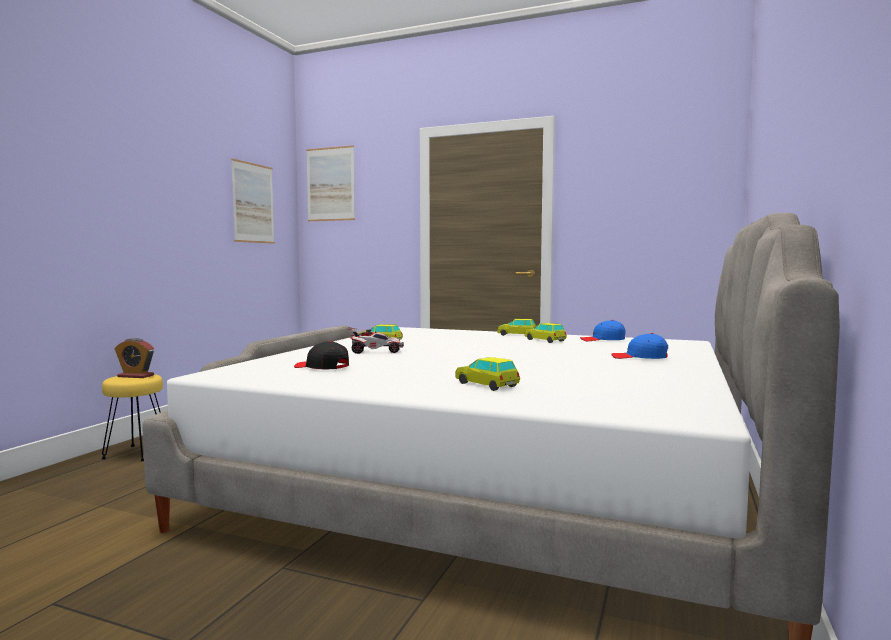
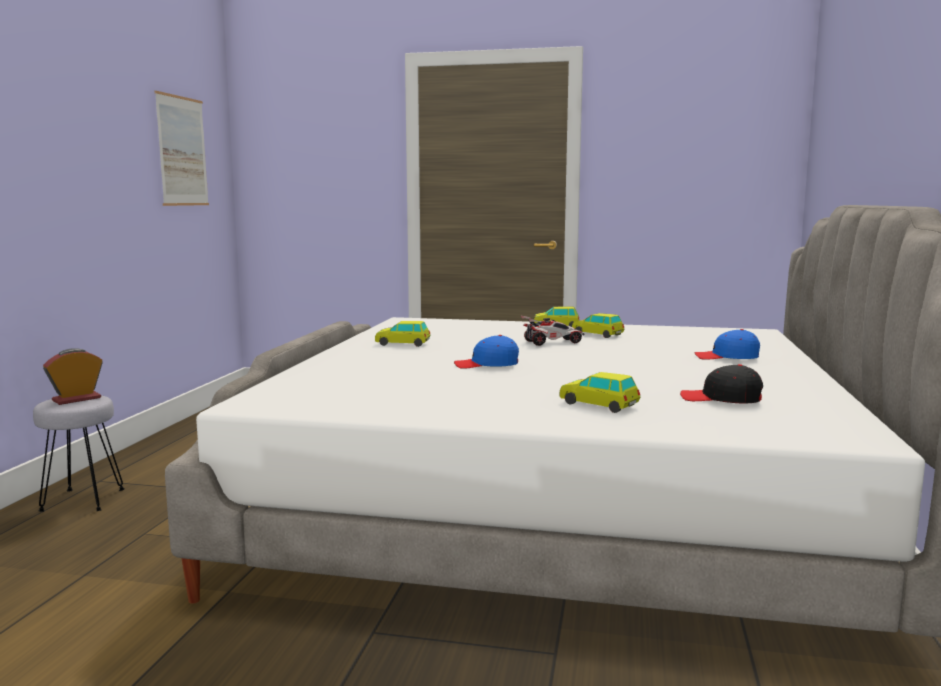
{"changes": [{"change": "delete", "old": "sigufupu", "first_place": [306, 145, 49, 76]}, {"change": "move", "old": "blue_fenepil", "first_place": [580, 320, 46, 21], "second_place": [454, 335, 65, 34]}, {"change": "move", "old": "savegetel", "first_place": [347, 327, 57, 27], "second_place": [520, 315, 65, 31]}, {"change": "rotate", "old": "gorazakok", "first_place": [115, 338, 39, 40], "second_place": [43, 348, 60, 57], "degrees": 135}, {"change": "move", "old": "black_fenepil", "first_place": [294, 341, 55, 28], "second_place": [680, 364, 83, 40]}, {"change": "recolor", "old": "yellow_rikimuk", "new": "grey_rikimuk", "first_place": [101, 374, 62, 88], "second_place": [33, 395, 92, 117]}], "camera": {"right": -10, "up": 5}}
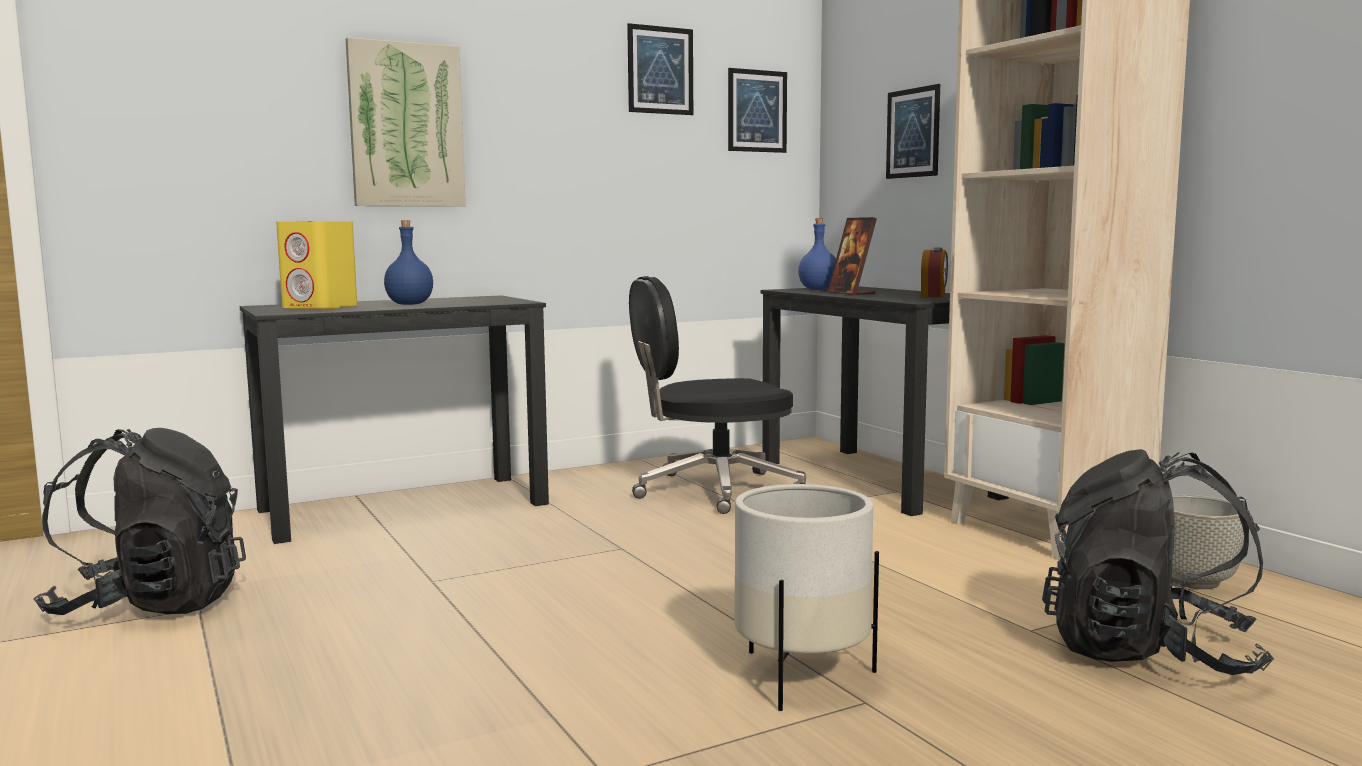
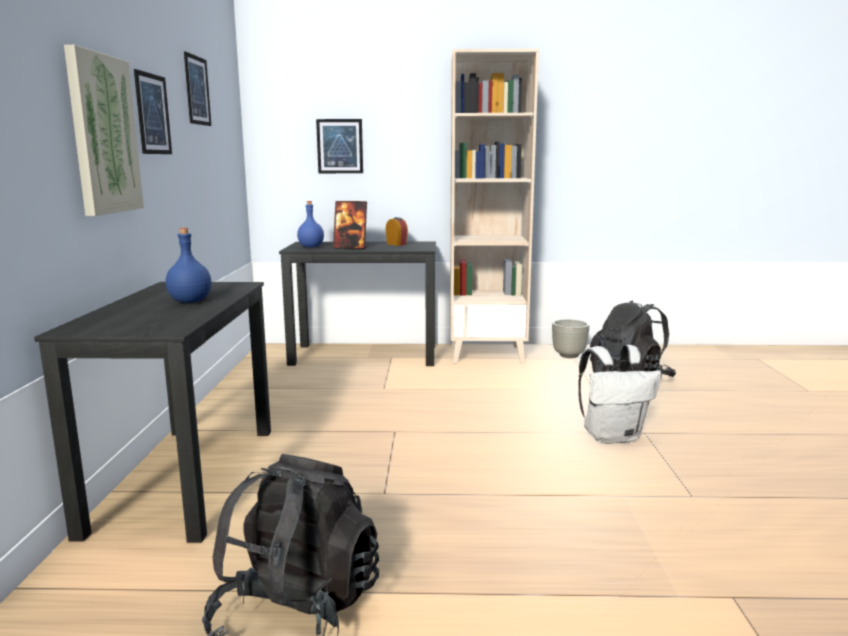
{"changes": [{"change": "move", "old": "sigufupu", "first_place": [728, 68, 59, 85], "second_place": [134, 69, 38, 85]}, {"change": "delete", "old": "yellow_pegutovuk", "first_place": [276, 221, 81, 89]}, {"change": "delete", "old": "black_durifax", "first_place": [629, 276, 177, 238]}, {"change": "replace", "old": "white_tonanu", "new": "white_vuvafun", "first_place": [734, 484, 145, 227], "second_place": [578, 345, 83, 99]}], "camera": {"right": -60, "up": 5}}
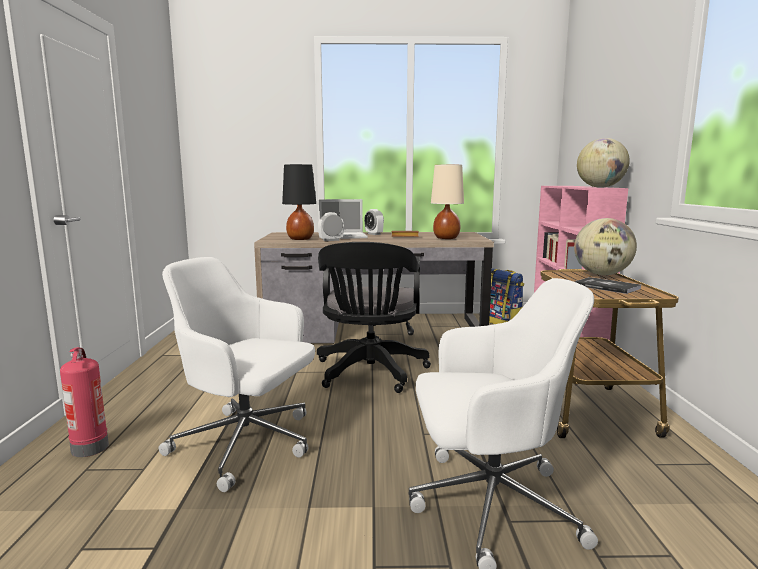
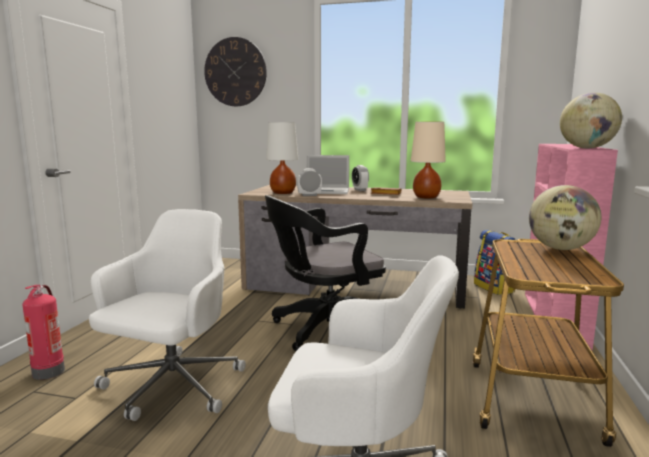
{"changes": [{"change": "recolor", "old": "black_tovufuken", "new": "white_tovufuken", "first_place": [282, 164, 34, 76], "second_place": [266, 122, 32, 72]}, {"change": "rotate", "old": "black_durifax", "first_place": [317, 242, 114, 151], "second_place": [265, 195, 121, 156], "degrees": 45}, {"change": "rotate", "old": "white_durifax", "first_place": [159, 257, 156, 235], "second_place": [89, 209, 157, 212], "degrees": 75}, {"change": "delete", "old": "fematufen", "first_place": [574, 277, 67, 17]}, {"change": "insert", "new": "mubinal", "second_place": [204, 37, 63, 69]}], "camera": {"right": 15, "up": 0}}
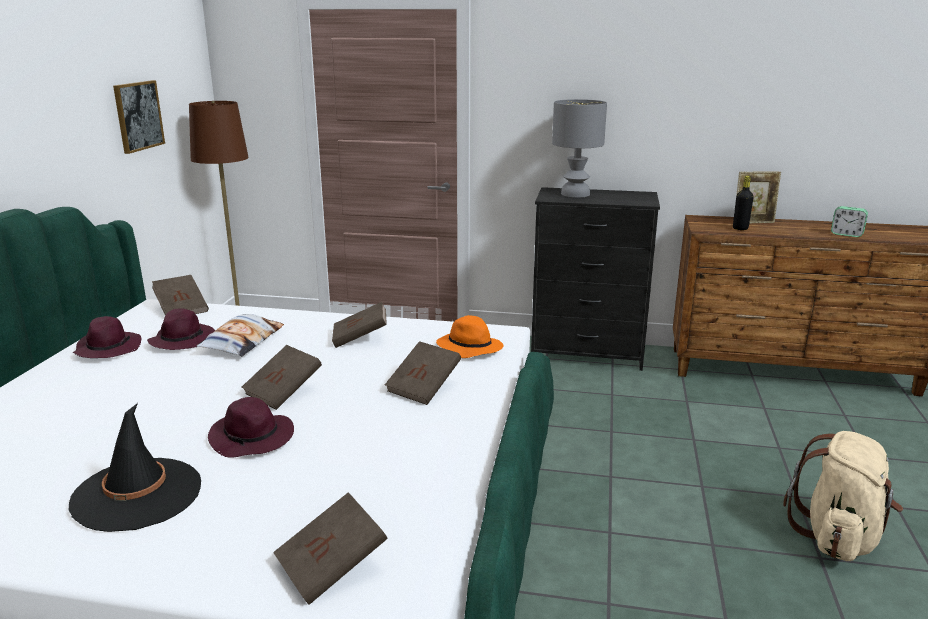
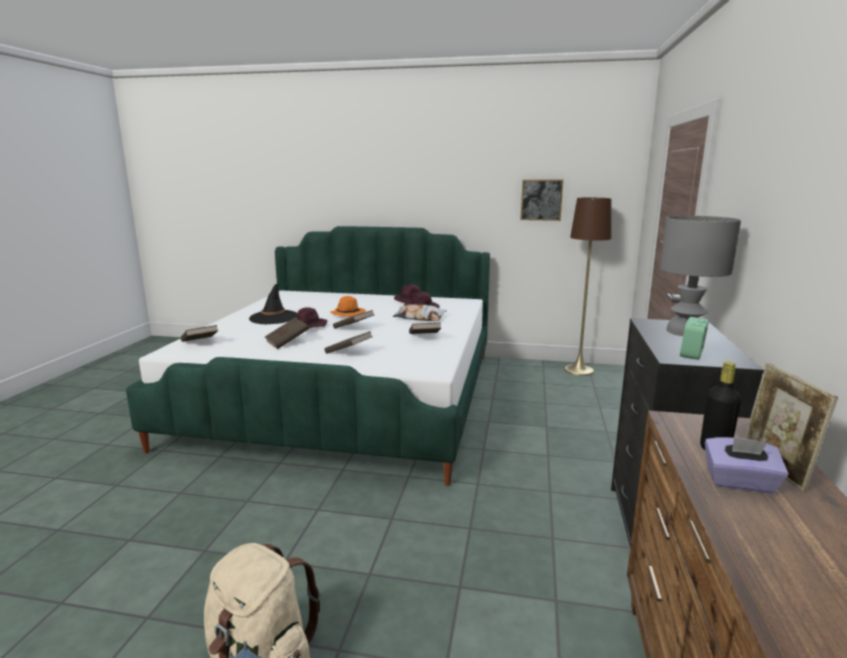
{"changes": [{"change": "move", "old": "gorazakok", "first_place": [831, 206, 37, 31], "second_place": [680, 317, 29, 43]}, {"change": "move", "old": "brown_fematufen", "first_place": [152, 275, 57, 40], "second_place": [265, 318, 44, 31]}, {"change": "move", "old": "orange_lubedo", "first_place": [436, 315, 68, 43], "second_place": [330, 296, 36, 21]}, {"change": "insert", "new": "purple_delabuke", "second_place": [705, 437, 83, 57]}], "camera": {"right": 90, "up": -5}}
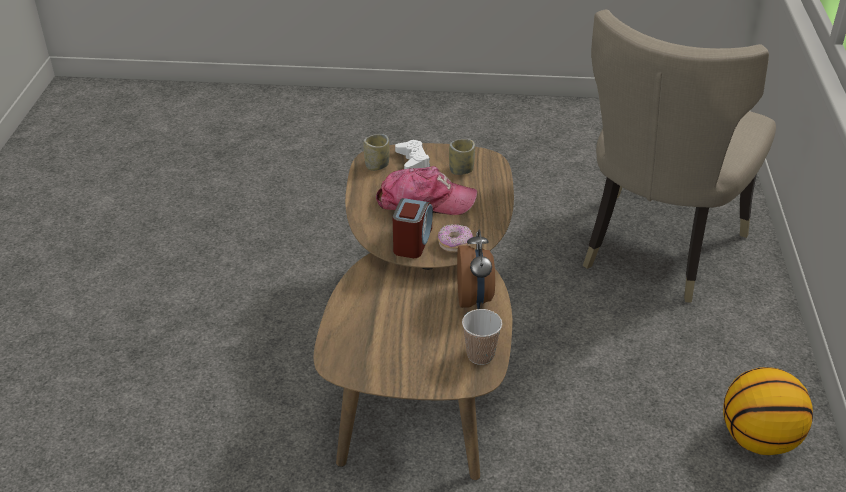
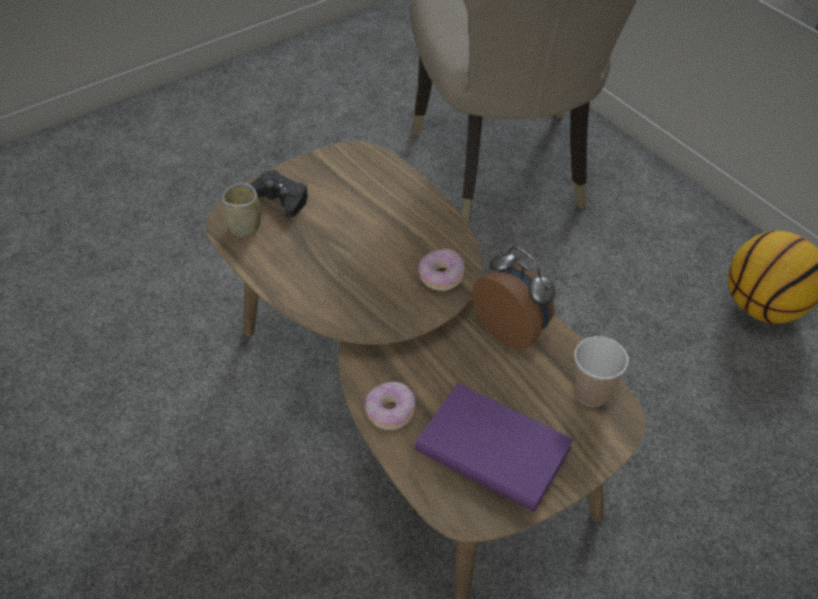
{"changes": [{"change": "delete", "old": "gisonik", "first_place": [449, 139, 26, 36]}, {"change": "recolor", "old": "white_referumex", "new": "black_referumex", "first_place": [395, 140, 35, 29], "second_place": [250, 170, 58, 47]}, {"change": "delete", "old": "fenepil", "first_place": [376, 166, 101, 49]}, {"change": "delete", "old": "gorazakok", "first_place": [393, 198, 40, 60]}, {"change": "insert", "new": "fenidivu", "second_place": [365, 382, 50, 48]}, {"change": "insert", "new": "purple_fematufen", "second_place": [414, 383, 160, 129]}], "camera": {"right": -40, "up": 10}}
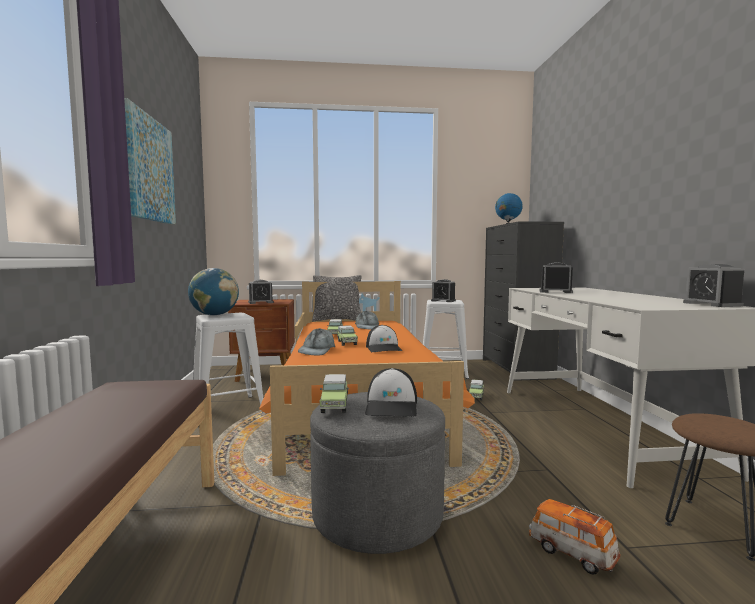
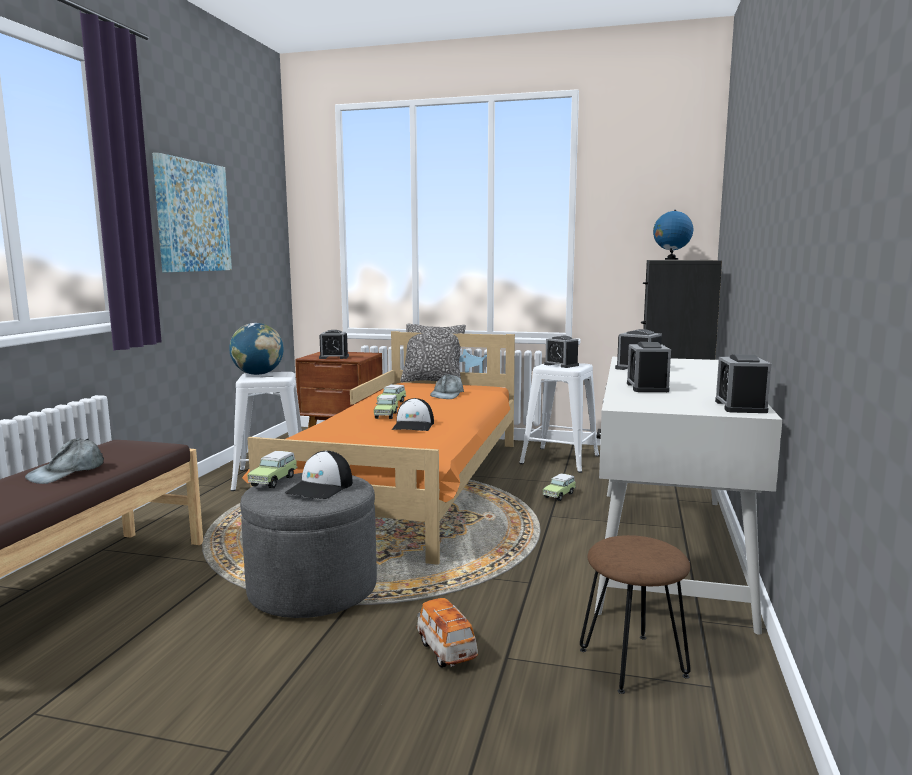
{"changes": [{"change": "move", "old": "grey_fenepil", "first_place": [298, 328, 37, 27], "second_place": [25, 438, 79, 46]}, {"change": "insert", "new": "gorazakok", "second_place": [627, 342, 44, 50]}], "camera": {"right": 20, "up": 5}}
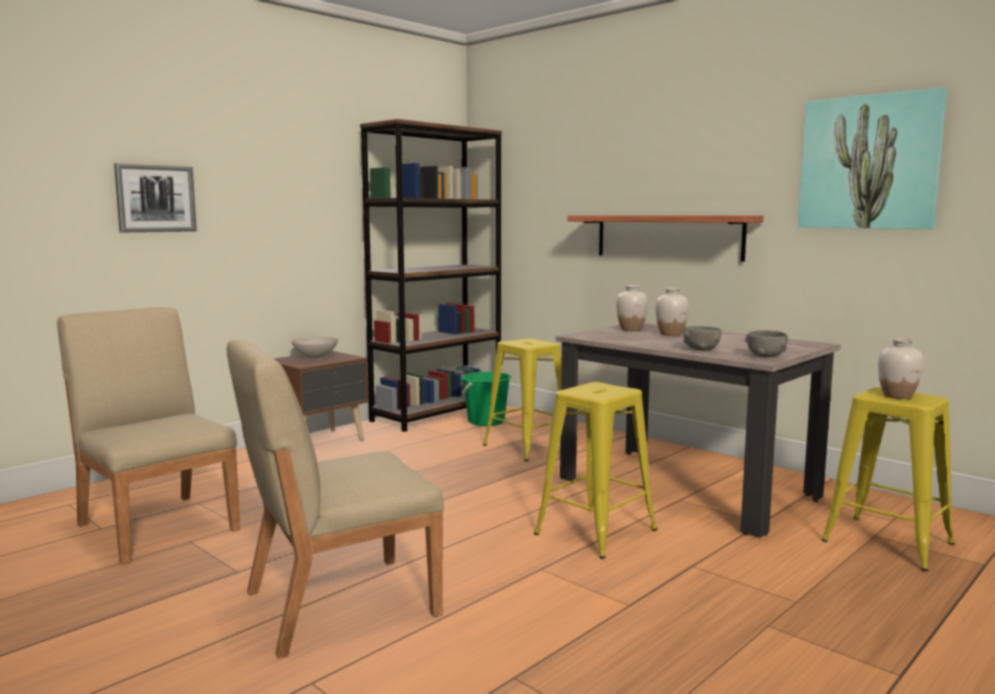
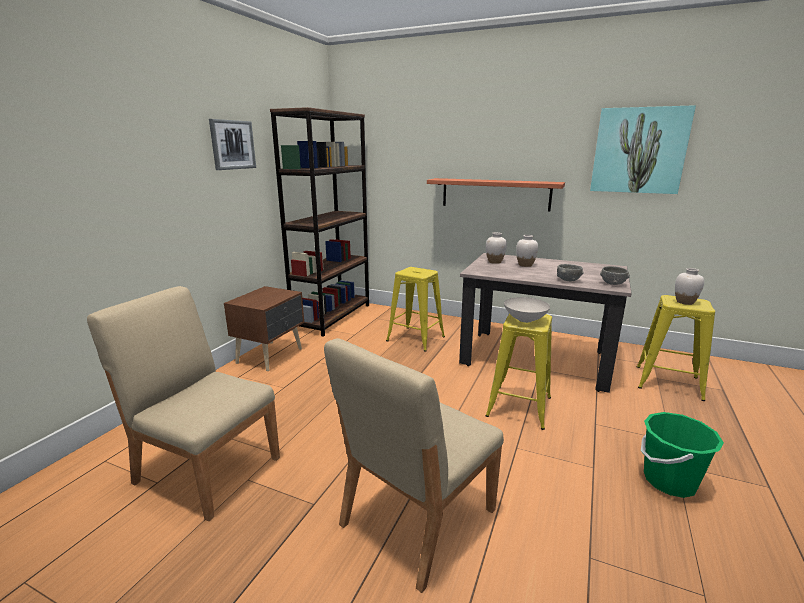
{"changes": [{"change": "move", "old": "sigufupu", "first_place": [114, 163, 83, 69], "second_place": [209, 119, 47, 51]}, {"change": "move", "old": "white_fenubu", "first_place": [291, 337, 47, 22], "second_place": [504, 297, 46, 26]}, {"change": "move", "old": "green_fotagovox", "first_place": [461, 372, 50, 54], "second_place": [641, 412, 83, 86]}], "camera": {"right": -20, "up": 10}}
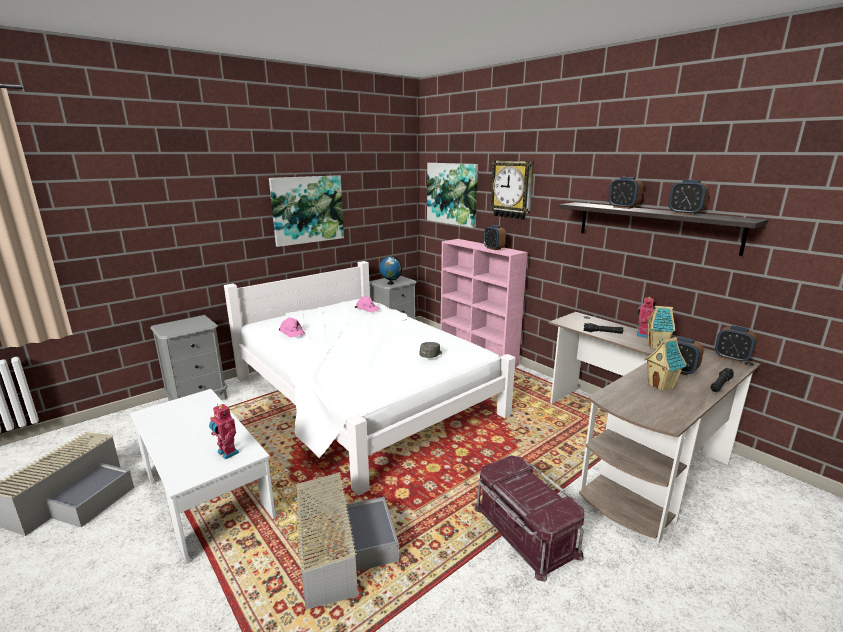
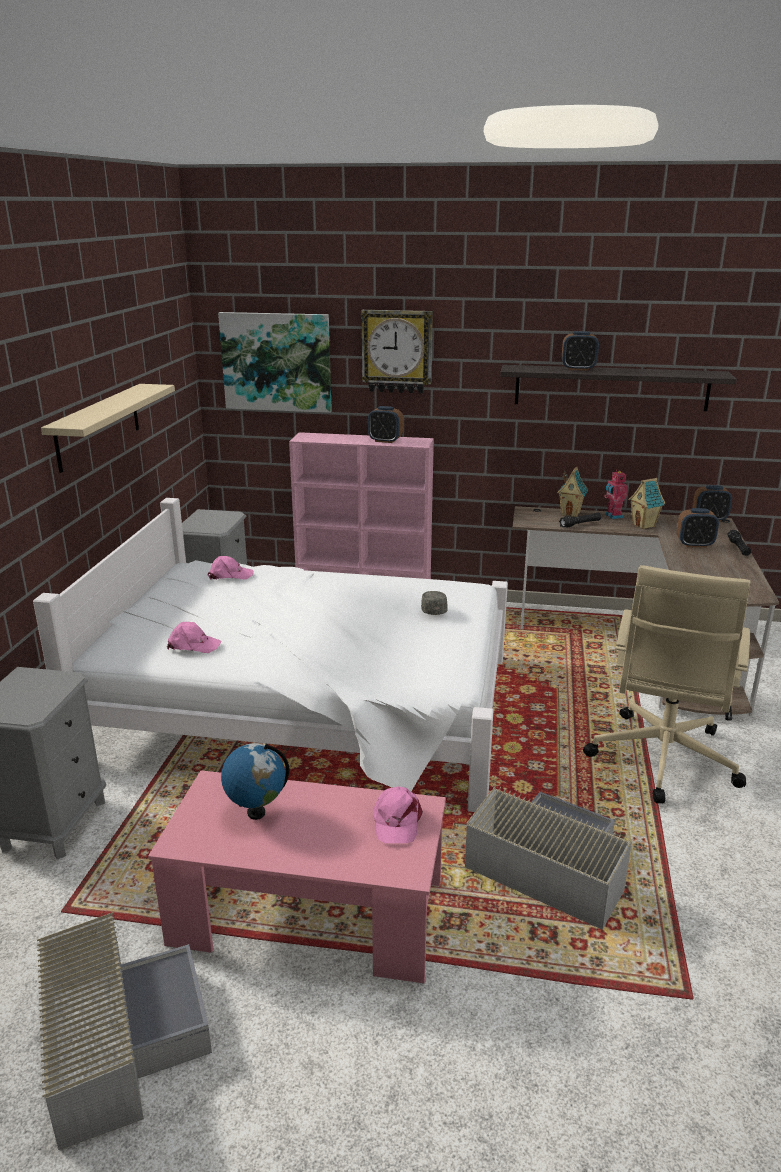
{"changes": [{"change": "replace", "old": "sigufupu", "new": "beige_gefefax", "first_place": [269, 175, 75, 72], "second_place": [41, 384, 134, 89]}, {"change": "delete", "old": "gorazakok", "first_place": [668, 180, 41, 35]}, {"change": "move", "old": "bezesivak", "first_place": [379, 257, 23, 28], "second_place": [221, 743, 68, 77]}, {"change": "move", "old": "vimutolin", "first_place": [645, 337, 42, 54], "second_place": [557, 467, 31, 50]}, {"change": "recolor", "old": "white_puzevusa", "new": "pink_puzevusa", "first_place": [130, 389, 146, 175], "second_place": [148, 770, 298, 213]}, {"change": "replace", "old": "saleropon", "new": "pink_fenepil", "first_place": [209, 403, 30, 57], "second_place": [373, 787, 50, 56]}, {"change": "replace", "old": "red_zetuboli", "new": "beige_durifax", "first_place": [474, 455, 110, 127], "second_place": [583, 565, 168, 238]}], "camera": {"right": -40, "up": 5}}
